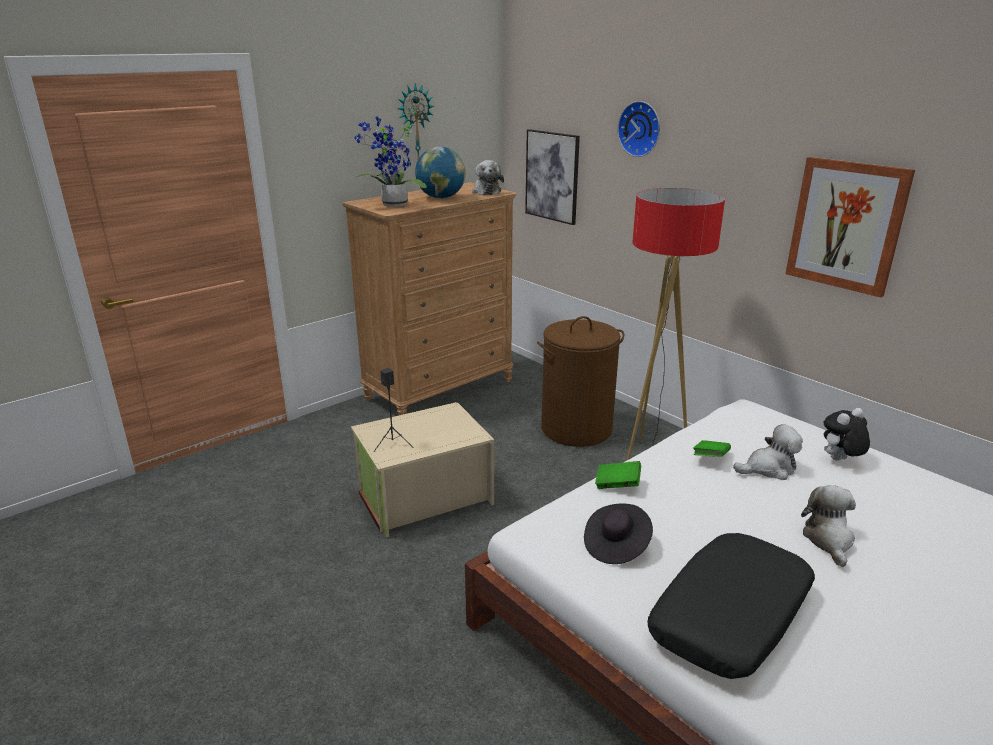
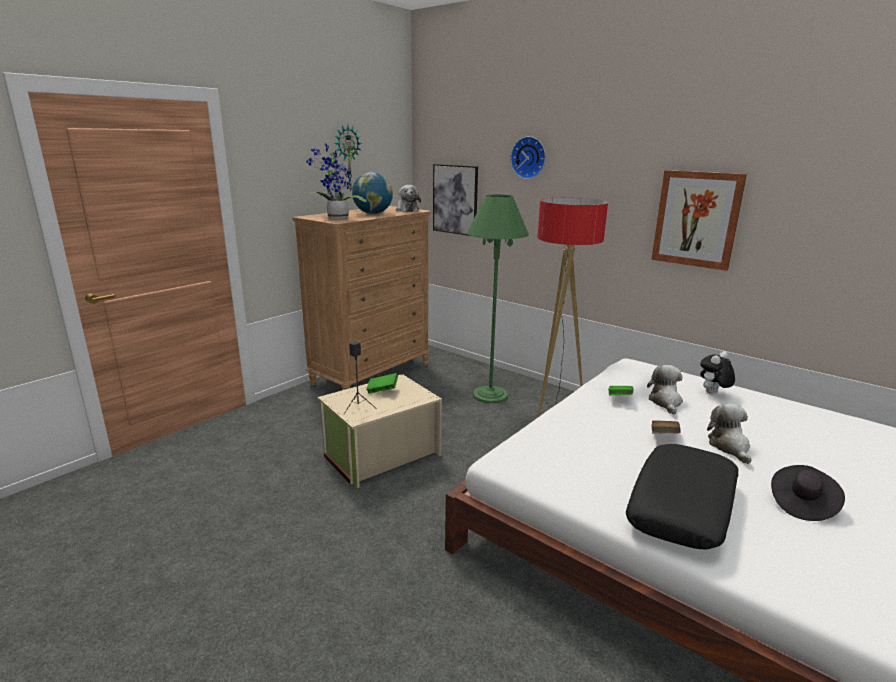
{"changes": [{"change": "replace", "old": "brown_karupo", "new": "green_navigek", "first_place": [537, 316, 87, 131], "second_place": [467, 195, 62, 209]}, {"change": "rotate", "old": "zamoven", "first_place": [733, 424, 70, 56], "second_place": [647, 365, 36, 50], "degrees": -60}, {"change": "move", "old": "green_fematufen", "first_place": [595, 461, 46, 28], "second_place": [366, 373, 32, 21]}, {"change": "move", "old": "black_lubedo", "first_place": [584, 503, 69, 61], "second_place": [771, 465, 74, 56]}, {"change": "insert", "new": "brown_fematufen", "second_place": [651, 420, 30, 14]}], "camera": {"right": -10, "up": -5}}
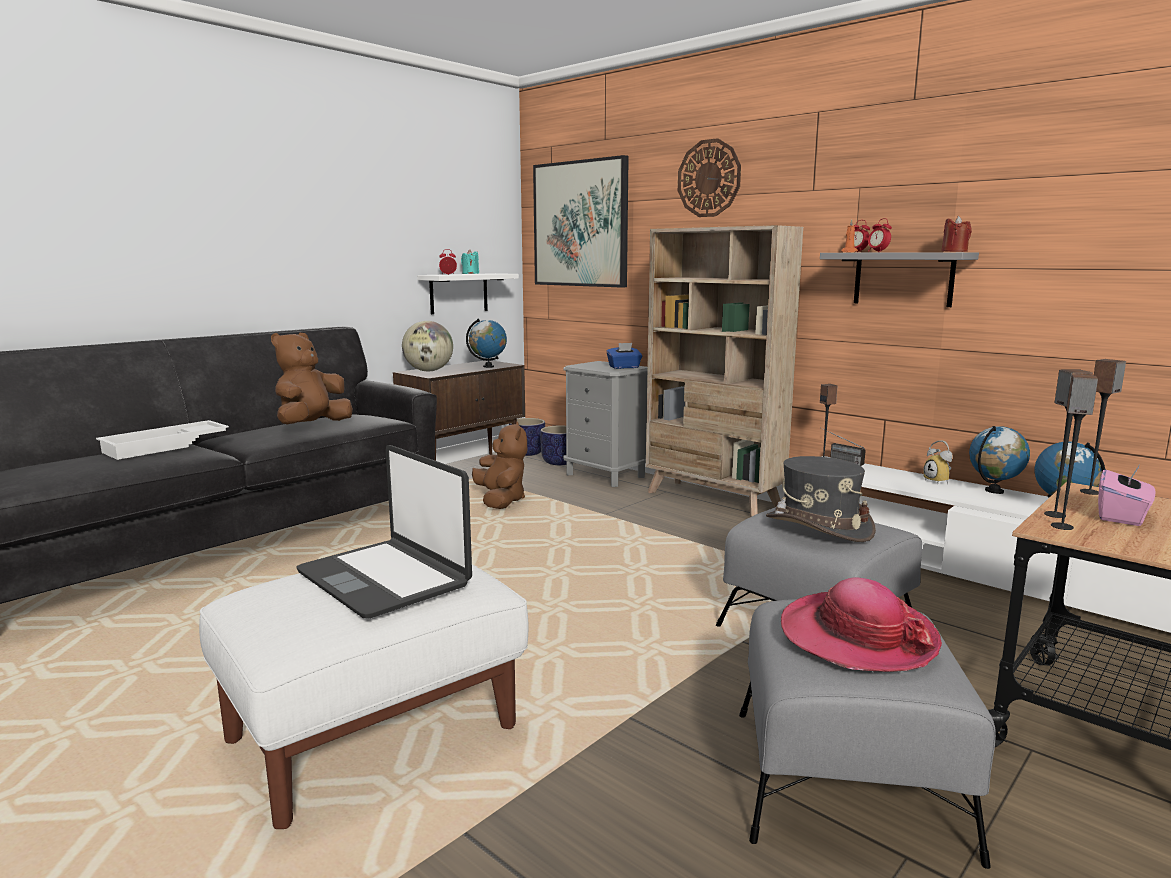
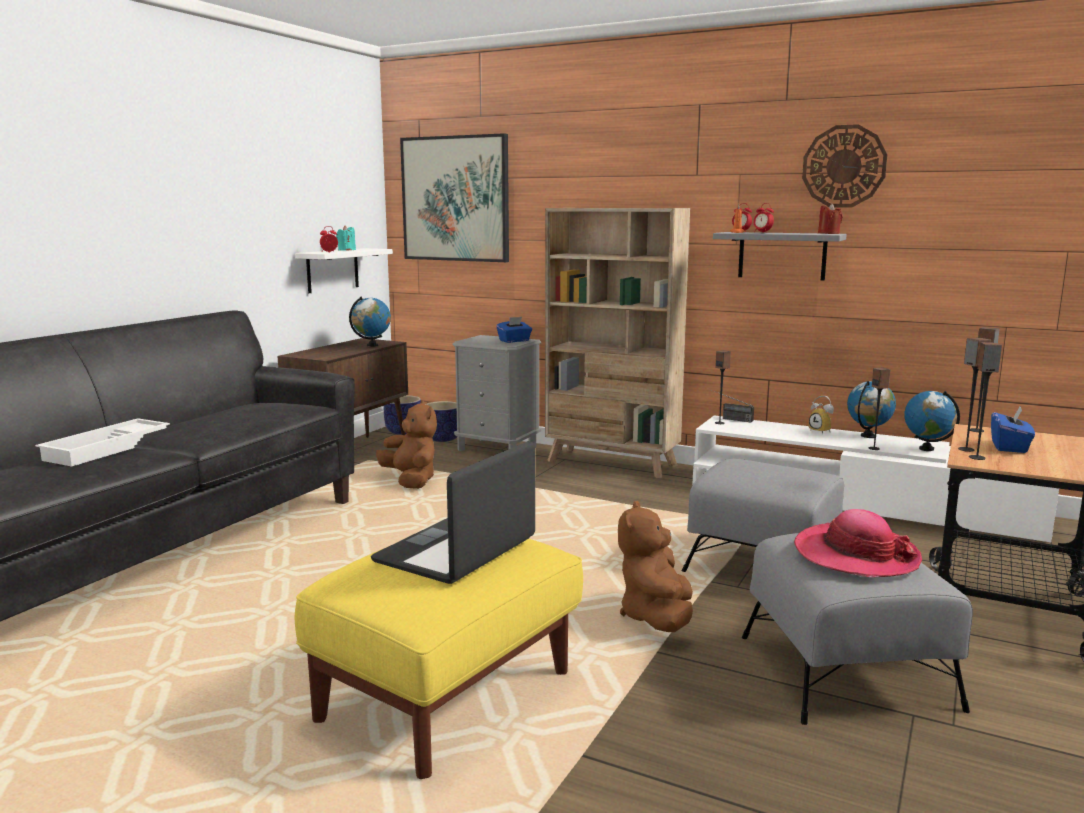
{"changes": [{"change": "move", "old": "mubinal", "first_place": [678, 138, 63, 79], "second_place": [802, 124, 85, 84]}, {"change": "delete", "old": "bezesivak", "first_place": [402, 321, 51, 50]}, {"change": "move", "old": "brown_zamoven", "first_place": [271, 333, 82, 91], "second_place": [618, 501, 75, 131]}, {"change": "rotate", "old": "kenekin", "first_place": [296, 445, 176, 173], "second_place": [371, 441, 164, 143], "degrees": 90}, {"change": "delete", "old": "grey_lubedo", "first_place": [766, 456, 110, 86]}, {"change": "recolor", "old": "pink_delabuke", "new": "blue_delabuke", "first_place": [1098, 462, 58, 64], "second_place": [991, 405, 44, 48]}, {"change": "recolor", "old": "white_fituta", "new": "yellow_fituta", "first_place": [199, 564, 329, 265], "second_place": [295, 539, 288, 240]}, {"change": "insert", "new": "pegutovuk", "second_place": [869, 368, 21, 82]}], "camera": {"right": -15, "up": 0}}
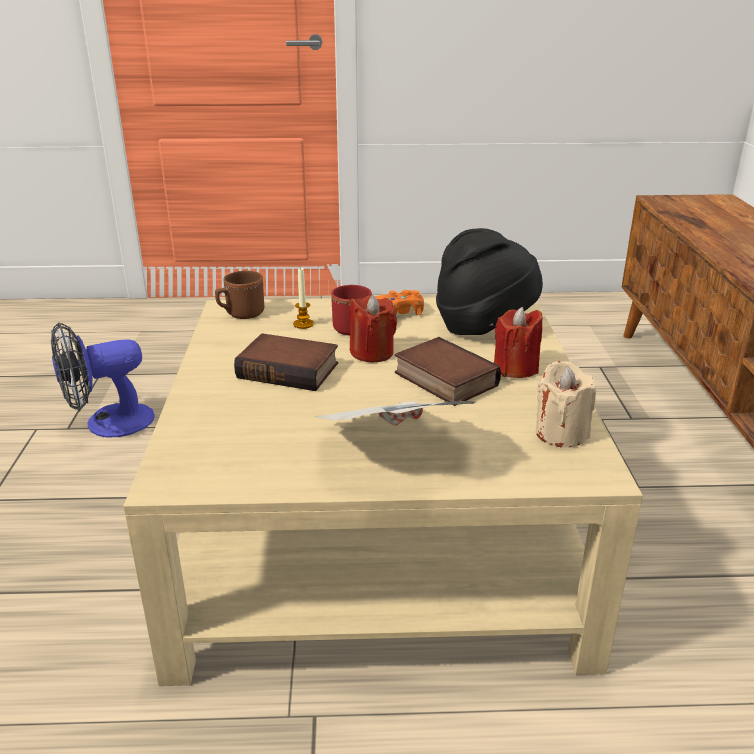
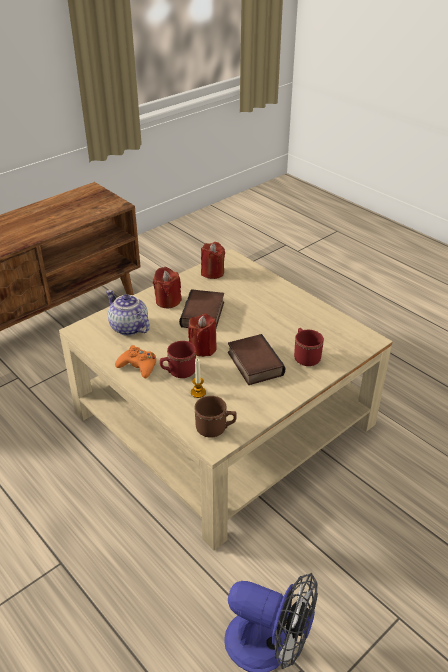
{"changes": [{"change": "replace", "old": "black_lubedo", "new": "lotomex", "first_place": [436, 228, 107, 107], "second_place": [106, 290, 44, 46]}, {"change": "recolor", "old": "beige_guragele", "new": "red_guragele", "first_place": [536, 361, 60, 86], "second_place": [201, 242, 24, 37]}, {"change": "delete", "old": "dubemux", "first_place": [314, 401, 161, 25]}, {"change": "insert", "new": "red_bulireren", "second_place": [294, 328, 30, 38]}], "camera": {"right": -130, "up": 10}}
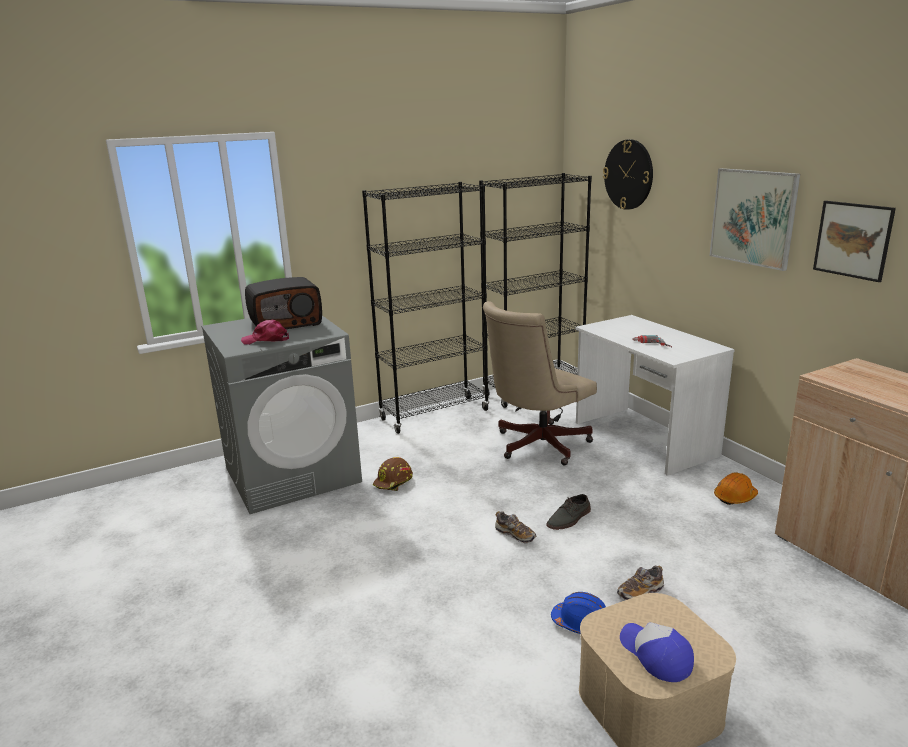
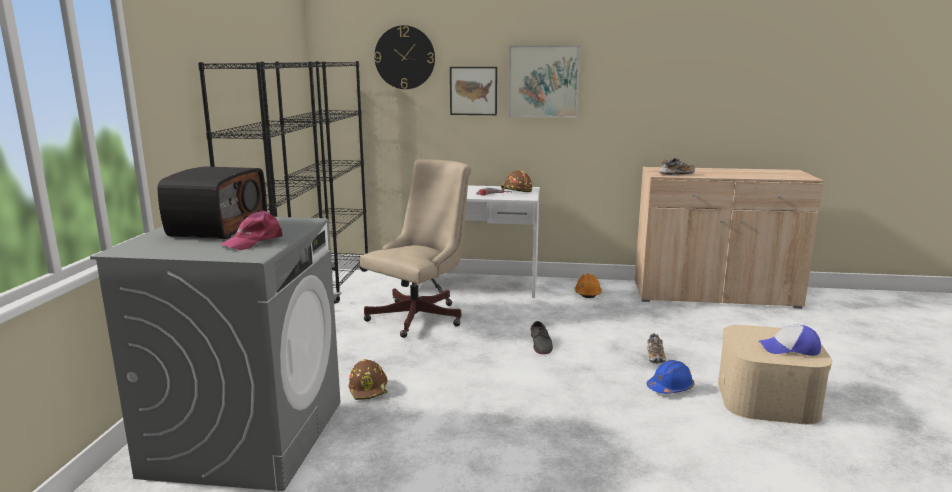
{"changes": [{"change": "move", "old": "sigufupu", "first_place": [813, 201, 83, 81], "second_place": [450, 67, 47, 48]}, {"change": "rotate", "old": "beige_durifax", "first_place": [483, 301, 114, 164], "second_place": [360, 159, 111, 179], "degrees": -135}, {"change": "move", "old": "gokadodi", "first_place": [495, 511, 41, 32], "second_place": [660, 157, 35, 18]}, {"change": "insert", "new": "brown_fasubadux", "second_place": [501, 170, 31, 22]}], "camera": {"right": -55, "up": -5}}
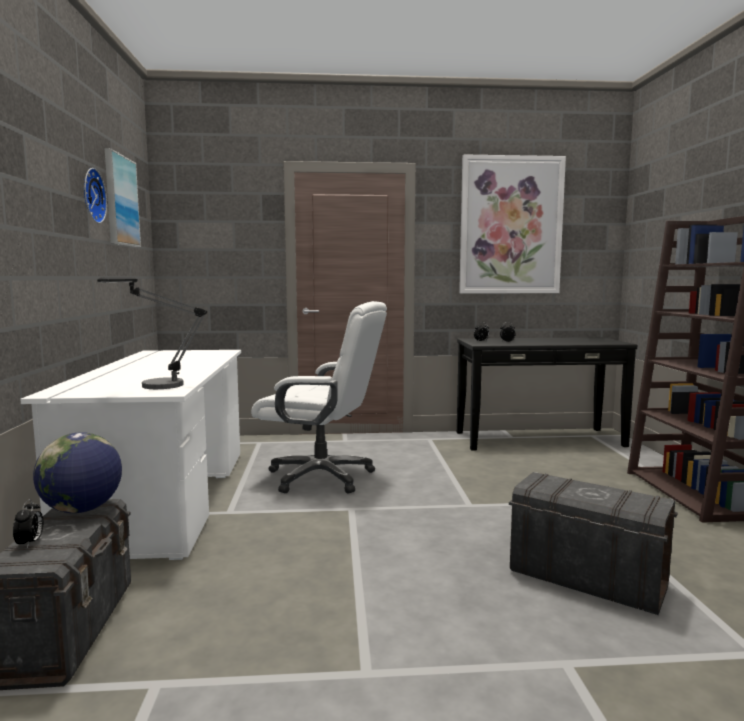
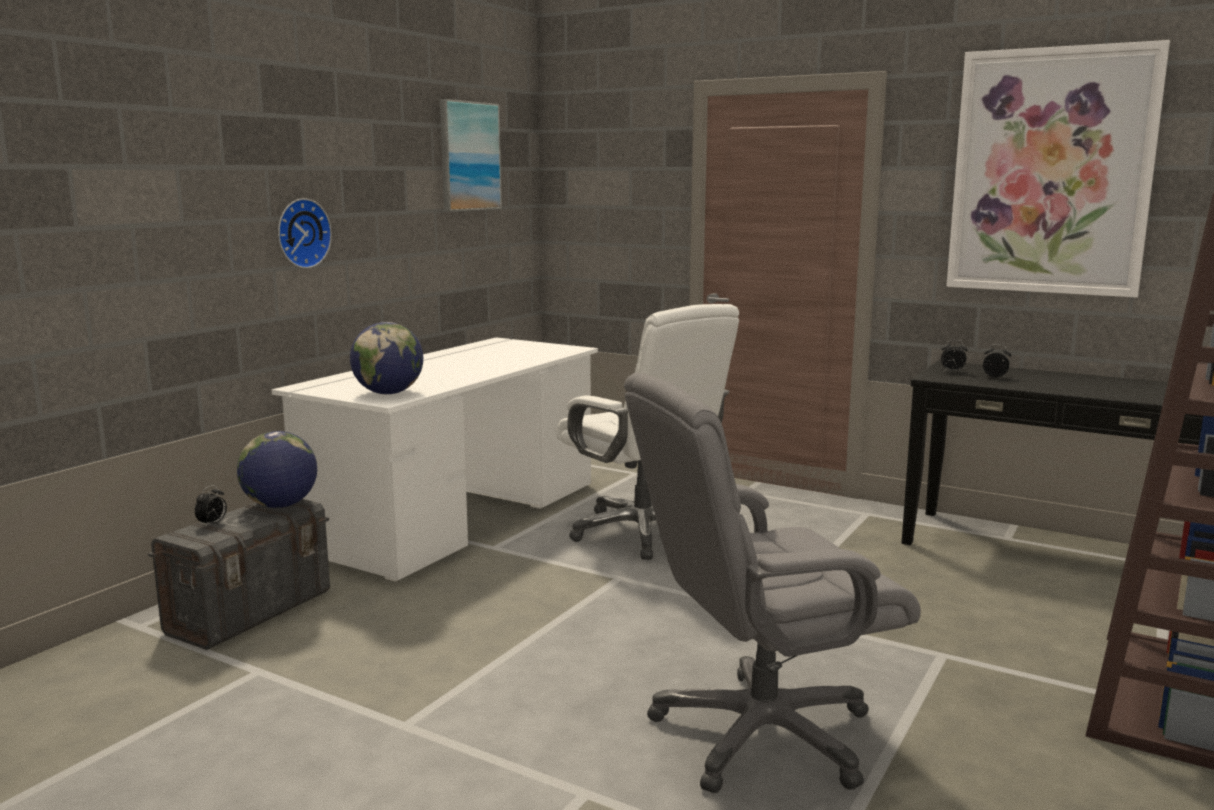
{"changes": [{"change": "move", "old": "mubinal", "first_place": [84, 168, 23, 55], "second_place": [278, 198, 54, 70]}, {"change": "replace", "old": "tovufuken", "new": "bezesivak", "first_place": [97, 277, 110, 112], "second_place": [350, 322, 73, 72]}, {"change": "replace", "old": "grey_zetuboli", "new": "grey_durifax", "first_place": [509, 472, 169, 143], "second_place": [624, 373, 297, 420]}], "camera": {"right": 35, "up": 5}}
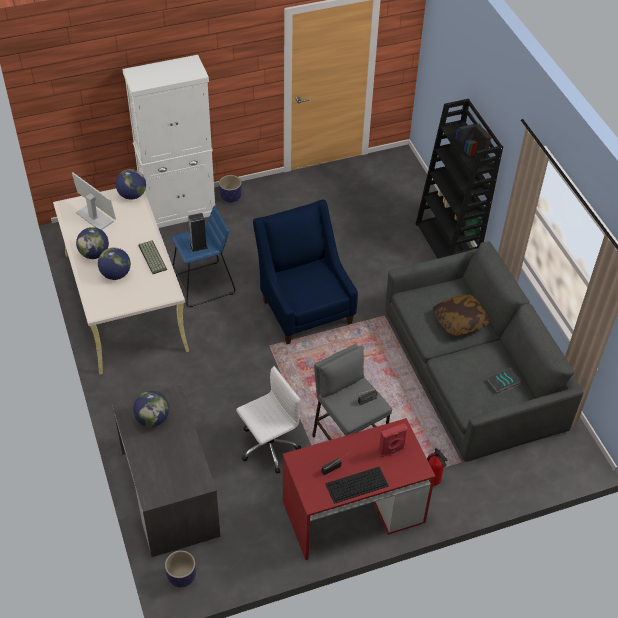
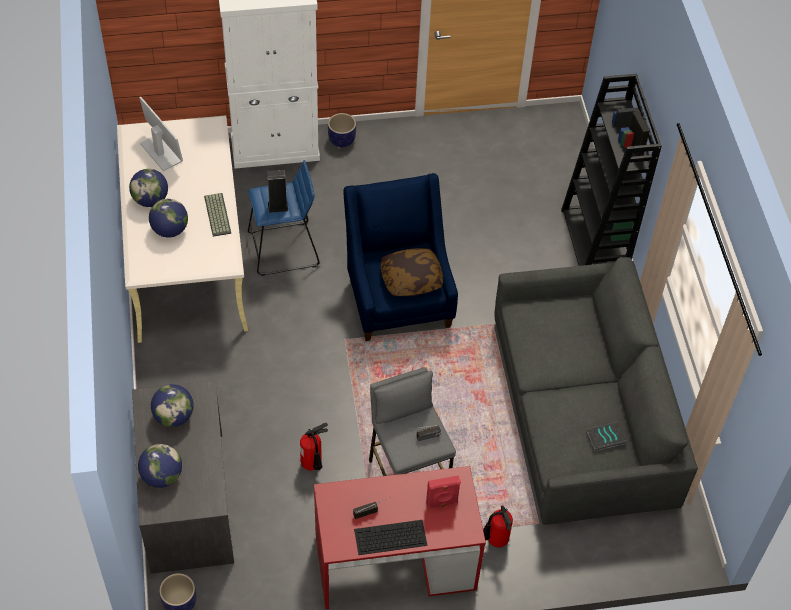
{"changes": [{"change": "move", "old": "bezesivak", "first_place": [116, 169, 30, 31], "second_place": [138, 444, 44, 44]}, {"change": "move", "old": "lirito", "first_place": [433, 294, 57, 42], "second_place": [381, 248, 62, 48]}, {"change": "replace", "old": "white_durifax", "new": "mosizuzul", "first_place": [236, 366, 65, 108], "second_place": [300, 423, 28, 47]}], "camera": {"right": 10, "up": 5}}
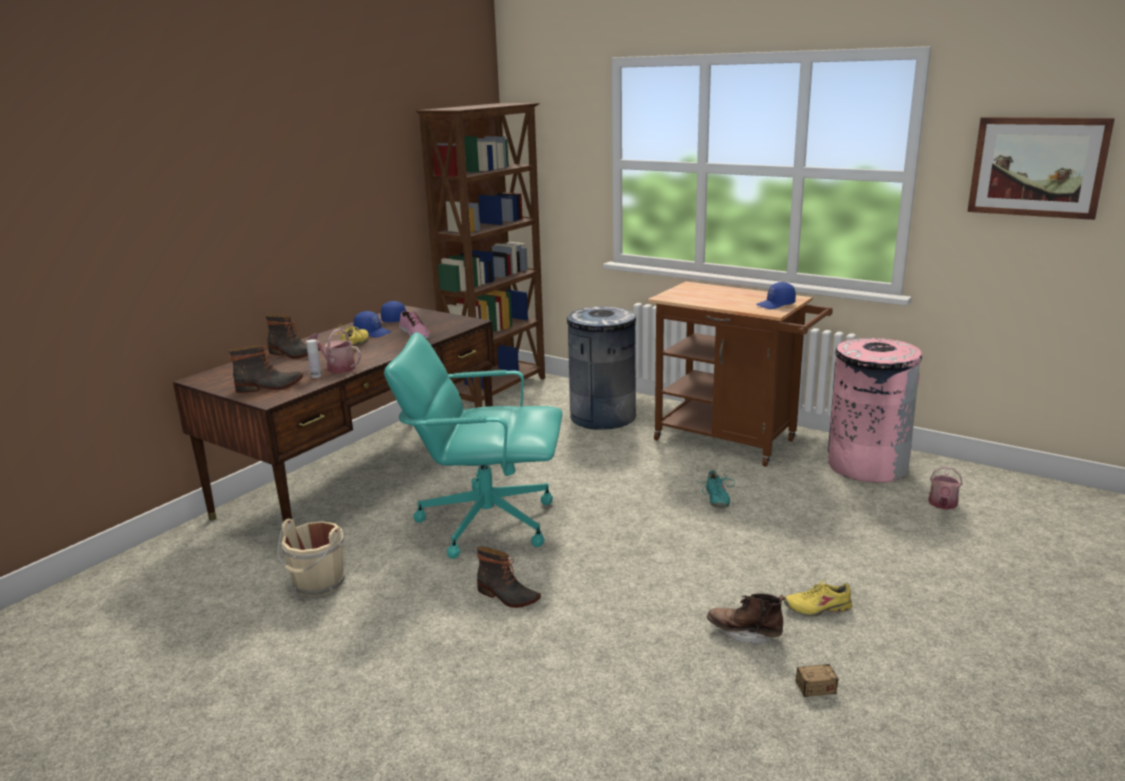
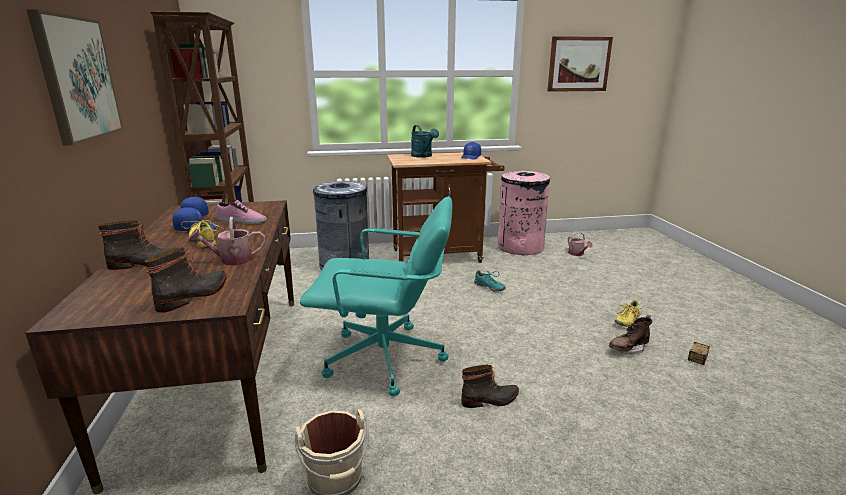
{"changes": [{"change": "rotate", "old": "turquoise_durifax", "first_place": [384, 332, 179, 227], "second_place": [300, 196, 152, 200], "degrees": -135}, {"change": "delete", "old": "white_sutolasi", "first_place": [306, 339, 16, 39]}, {"change": "insert", "new": "sigufupu", "second_place": [26, 9, 97, 137]}, {"change": "insert", "new": "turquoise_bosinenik", "second_place": [411, 125, 28, 33]}], "camera": {"right": -45, "up": 0}}
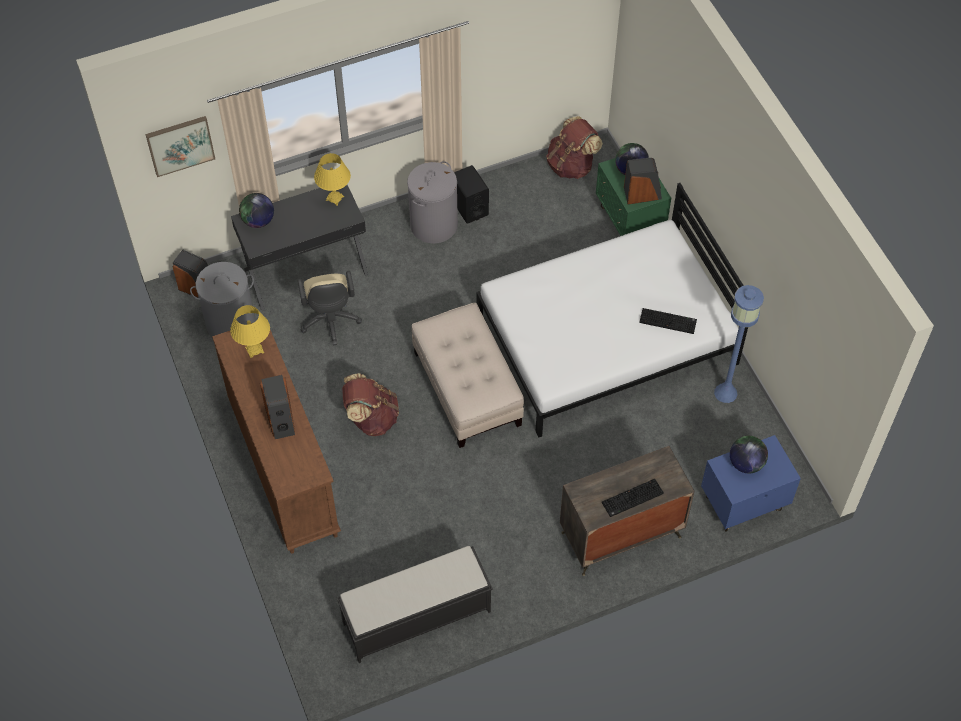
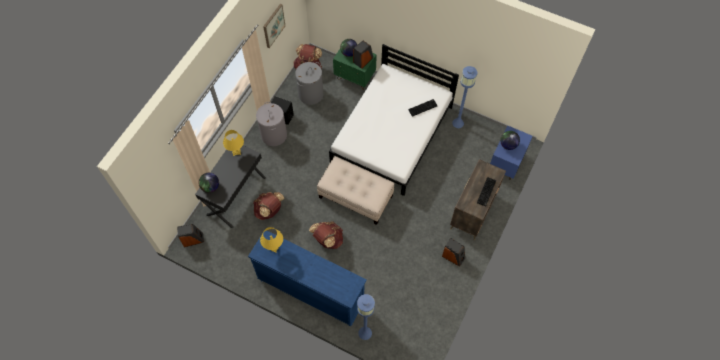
{"changes": [{"change": "move", "old": "sigufupu", "first_place": [146, 116, 69, 61], "second_place": [263, 4, 22, 44]}, {"change": "move", "old": "grey_karupo", "first_place": [190, 262, 66, 75], "second_place": [295, 62, 28, 43]}, {"change": "replace", "old": "beige_durifax", "new": "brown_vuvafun", "first_place": [298, 271, 64, 74], "second_place": [253, 192, 32, 28]}, {"change": "recolor", "old": "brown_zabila", "new": "blue_zabila", "first_place": [212, 323, 129, 231], "second_place": [248, 231, 119, 95]}, {"change": "move", "old": "pegutovuk", "first_place": [260, 375, 35, 64], "second_place": [442, 238, 23, 28]}, {"change": "delete", "old": "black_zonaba", "first_place": [337, 546, 156, 117]}, {"change": "insert", "new": "blue_navigek", "second_place": [357, 294, 18, 46]}], "camera": {"right": -40, "up": 5}}
